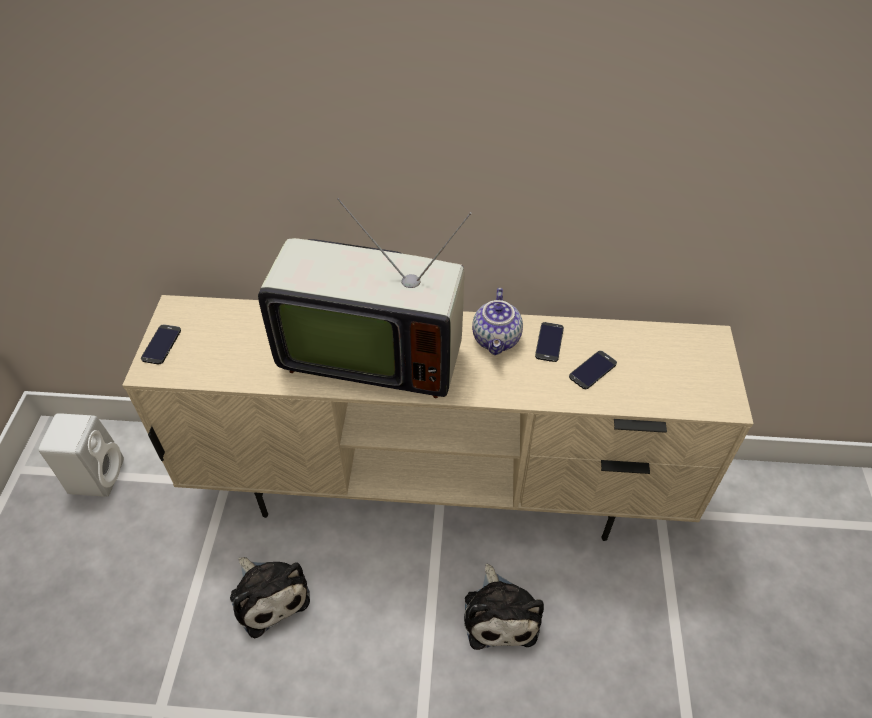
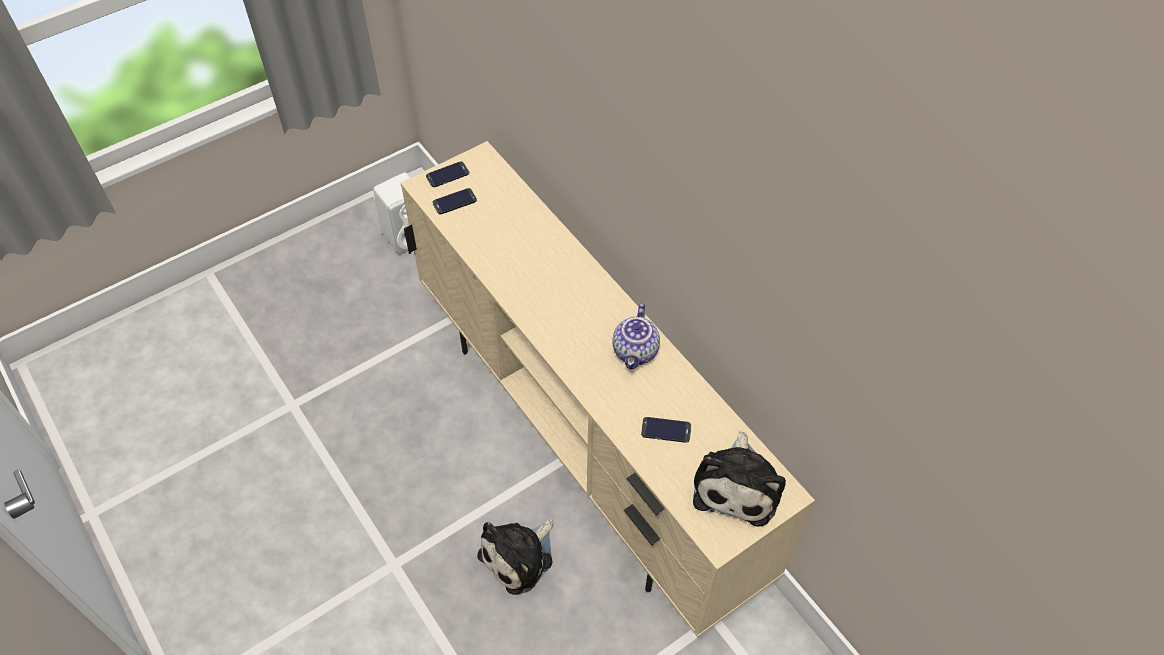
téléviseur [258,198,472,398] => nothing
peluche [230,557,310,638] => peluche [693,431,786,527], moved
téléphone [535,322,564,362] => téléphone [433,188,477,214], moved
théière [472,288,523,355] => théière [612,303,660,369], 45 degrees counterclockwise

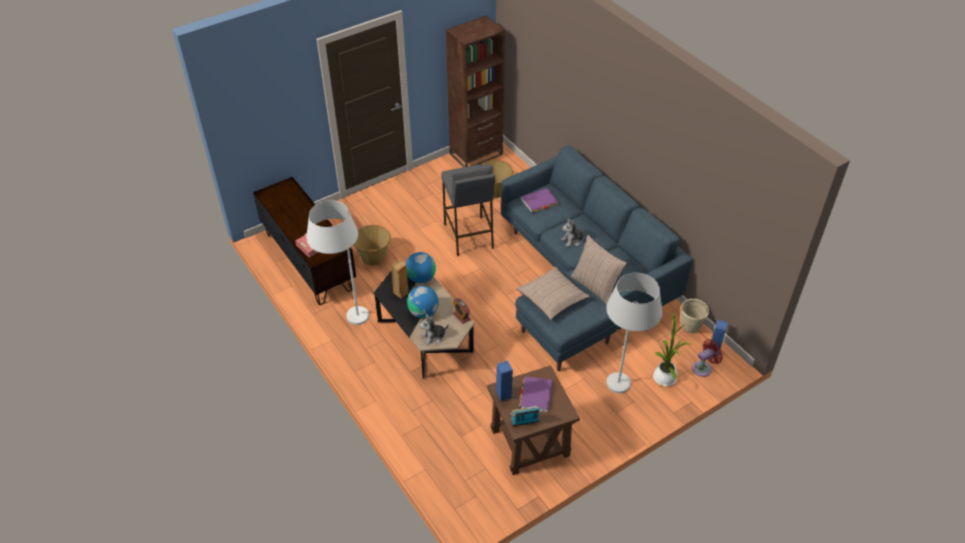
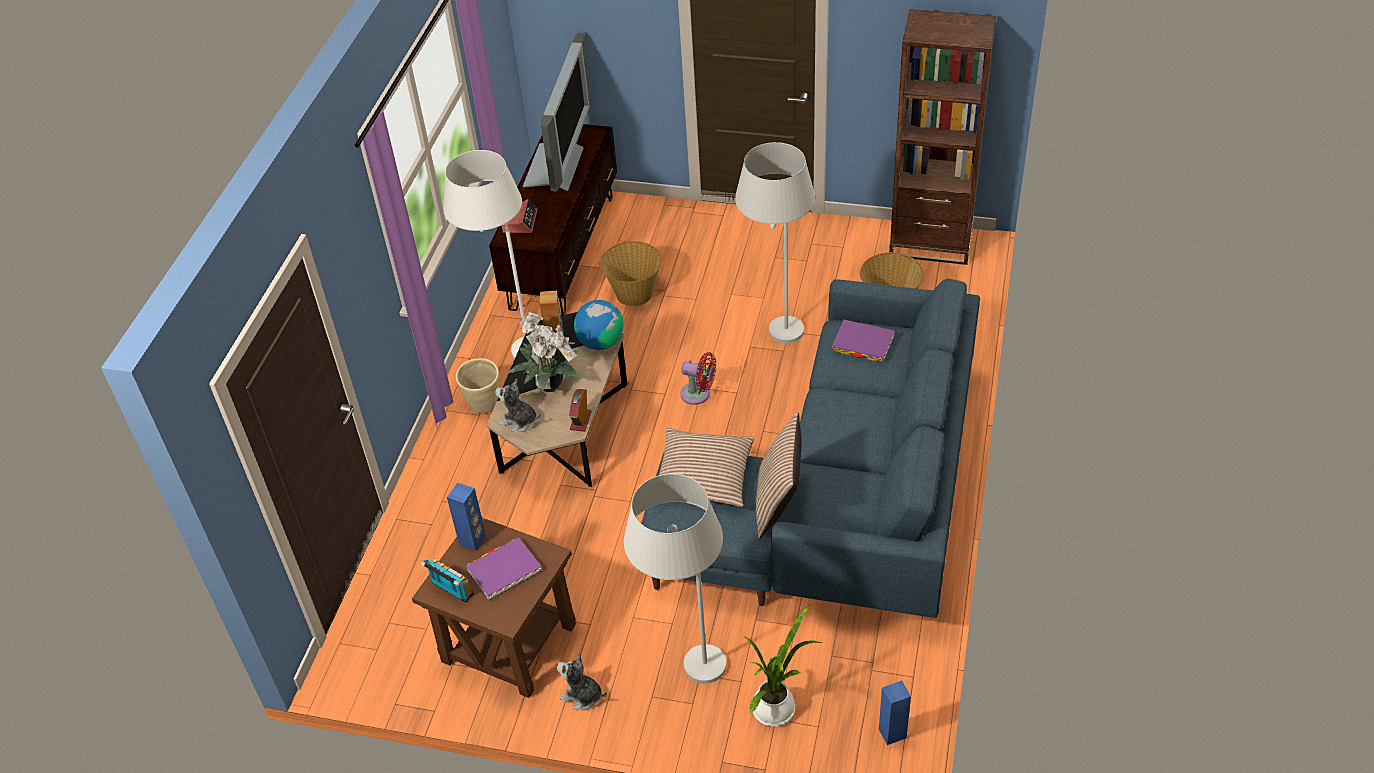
nothing => téléviseur [523,33,592,191]
peluche [561,217,587,247] => peluche [557,653,607,710], moved
cache-pot/beige [681,299,709,333] => cache-pot/beige [456,358,499,414], moved
ventilateur/rouge [692,339,723,377] => ventilateur/rouge [680,352,716,405], moved
globe [407,286,439,318] => plante en pot [507,312,580,392]
tabouret/gris [441,164,495,256] => lampadaire/blanc [735,142,815,343]

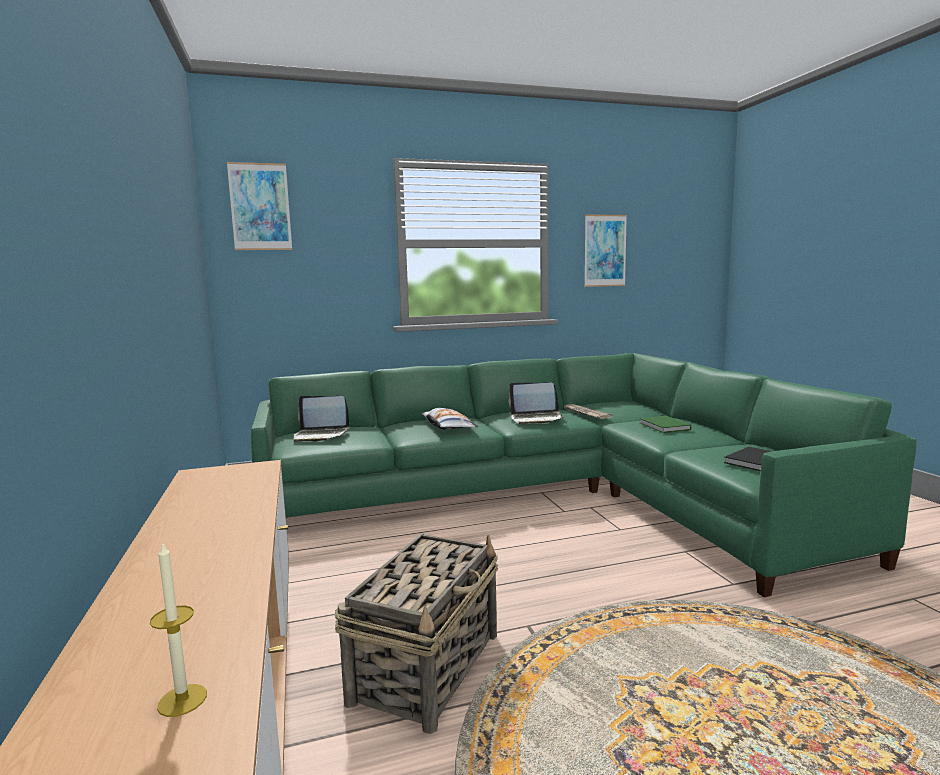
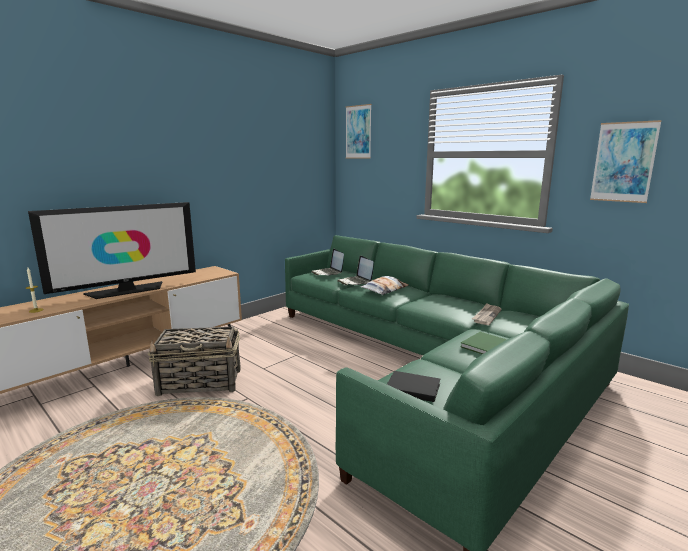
nothing => téléviseur [28,202,196,299]
ordinateur portable [509,382,564,424] => ordinateur portable [338,256,374,285], moved

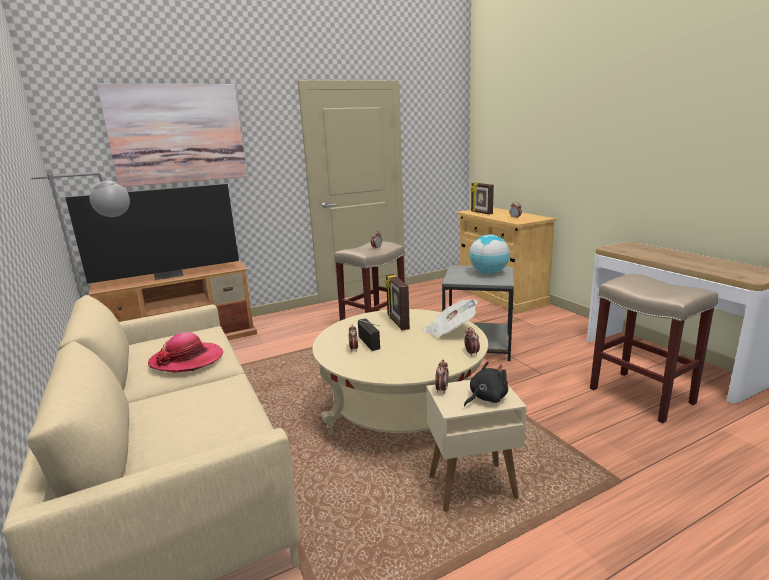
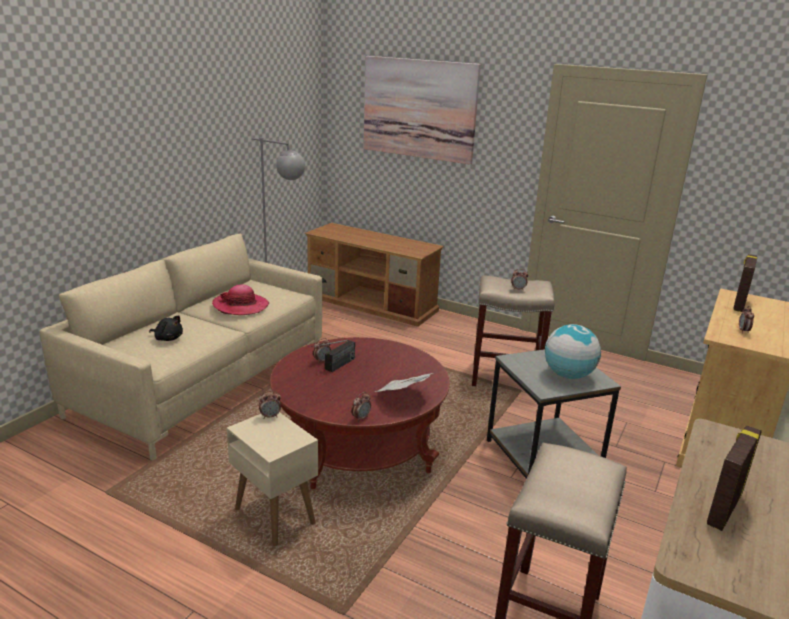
téléviseur [65,184,239,284] => nothing
cadre photo [385,274,410,330] => cadre photo [707,426,762,531], moved
peluche/noir [464,361,508,406] => peluche/noir [149,315,183,341], moved
table basse/beige [312,309,488,435] => table basse/rouge [270,337,450,489]

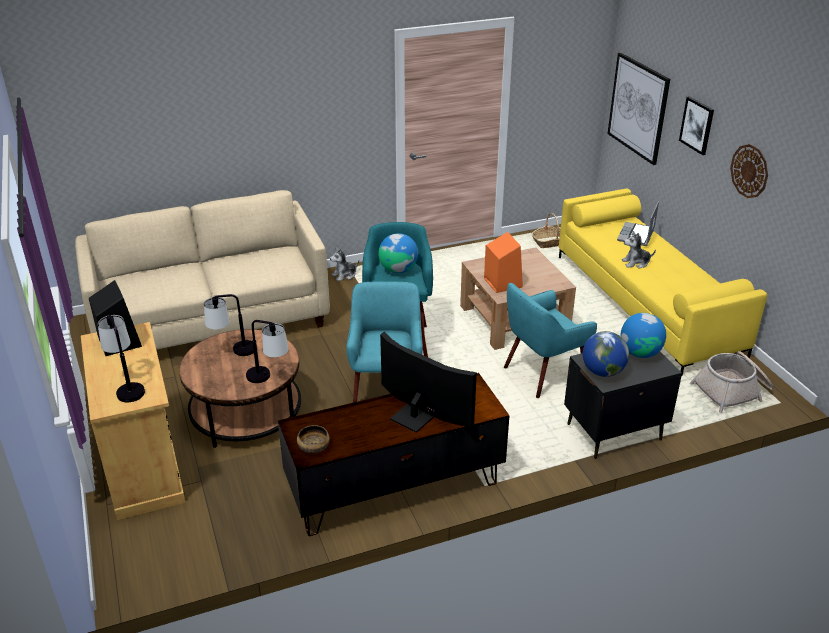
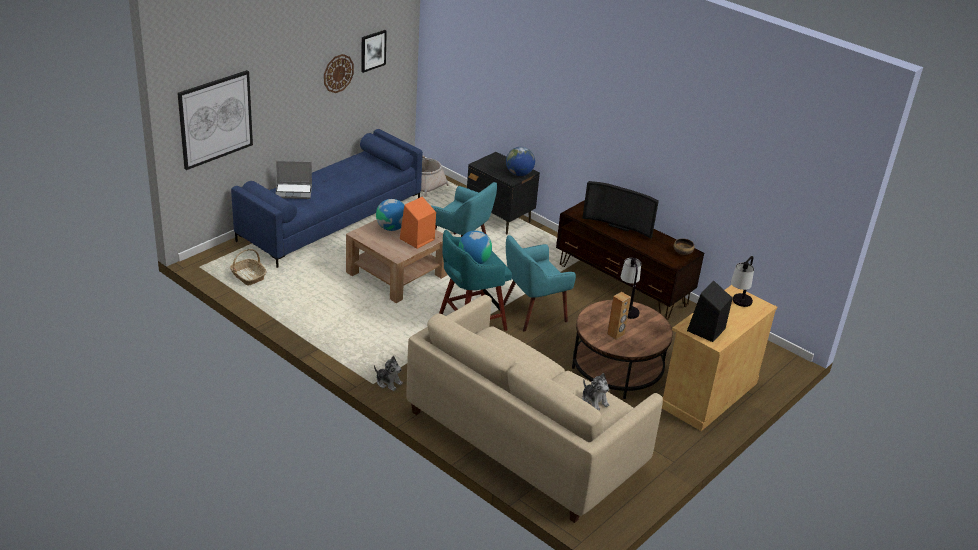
globe [621,313,666,358] => globe [376,199,404,231], moved
peluche [622,231,656,269] => peluche [582,373,609,411], moved
tableau [679,96,714,155] => tableau [361,30,387,73], moved
lampe de table [204,294,254,356] => enceinte/marron [607,292,631,340]
canapé/jaune [559,189,767,376] => canapé/bleu [231,129,423,268]
téléviseur [380,332,477,433] => téléviseur [582,181,659,239], 75 degrees counterclockwise

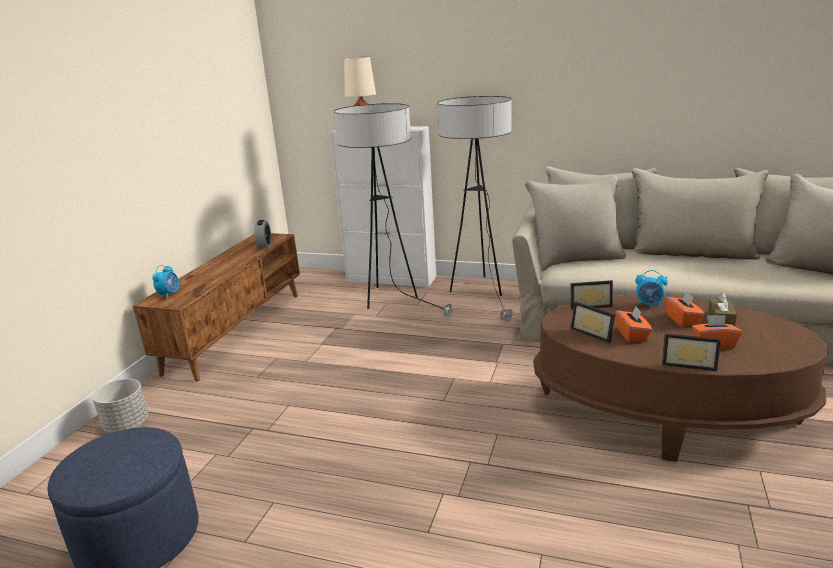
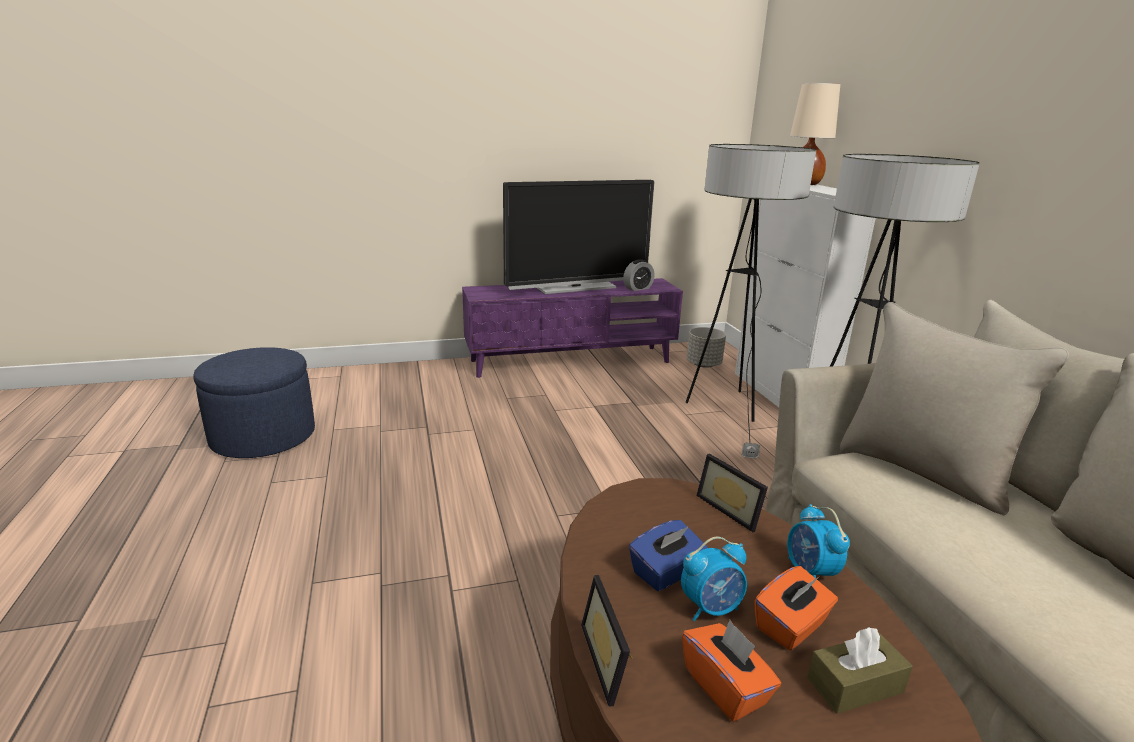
cadre photo [571,301,615,343] => nothing
nothing => téléviseur [503,180,654,294]
cache-pot/gris [92,379,148,433] => cache-pot/gris [687,327,726,368], moved
réveil [152,265,179,299] => réveil [681,537,747,621], moved
meuble télé/marron [133,233,300,382] => meuble télé/violet [462,278,683,378]
boîte à mouchoirs/orange [615,306,652,343] => boîte à mouchoirs/bleu [629,520,708,591]

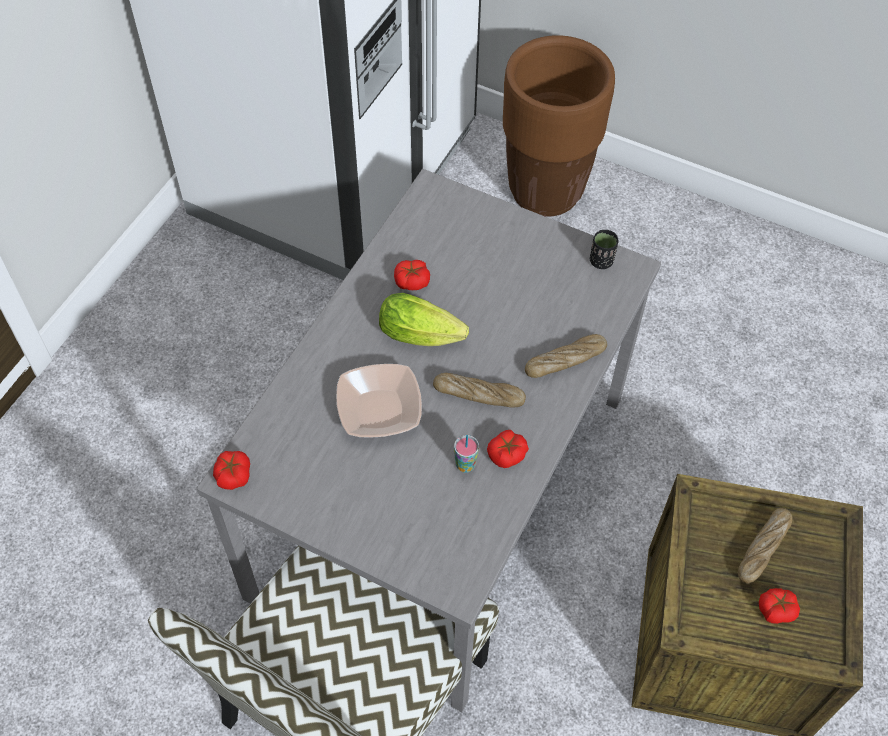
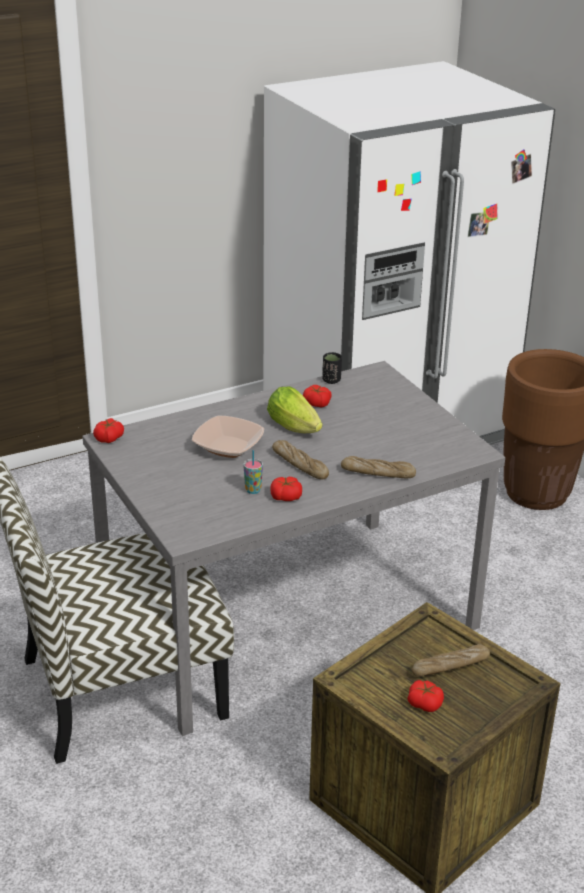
tasse/noir [590,230,619,269] => tasse/noir [322,352,342,384], moved

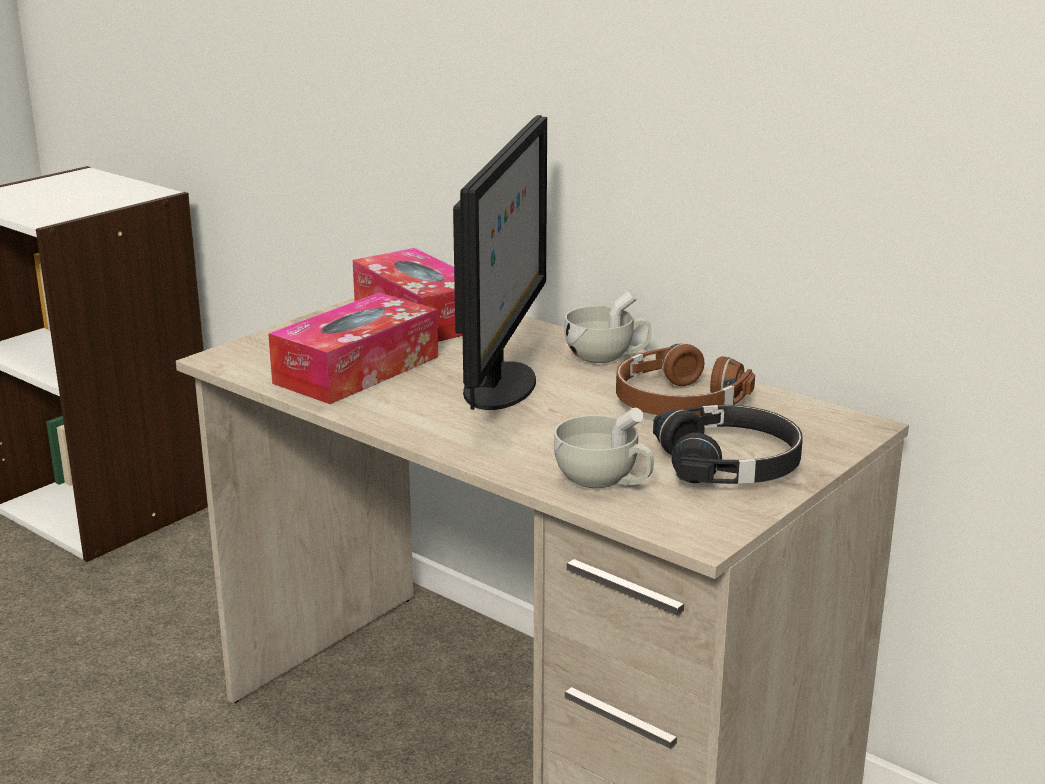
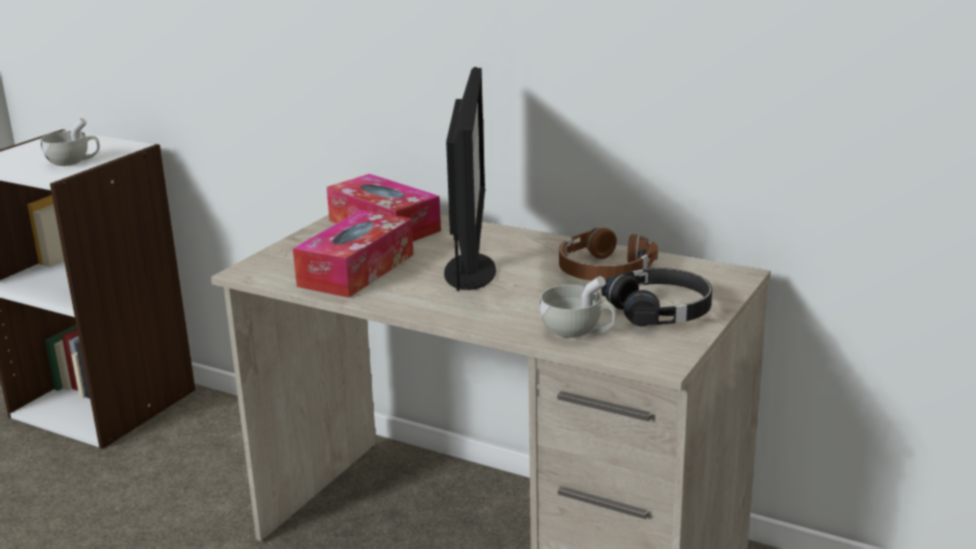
tasse/blanc [564,290,652,363] => tasse/blanc [40,118,100,166], moved

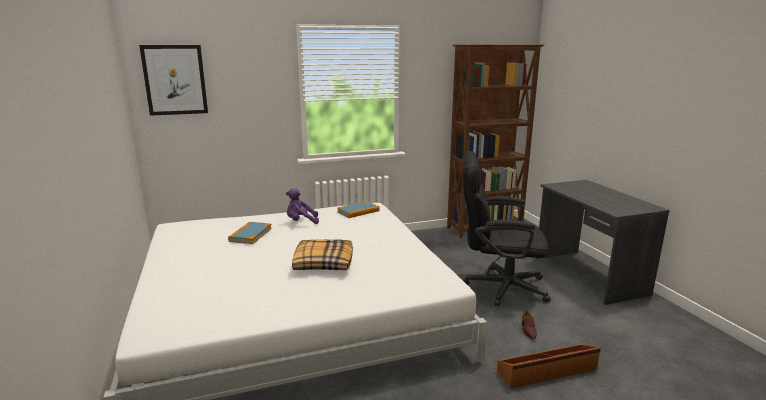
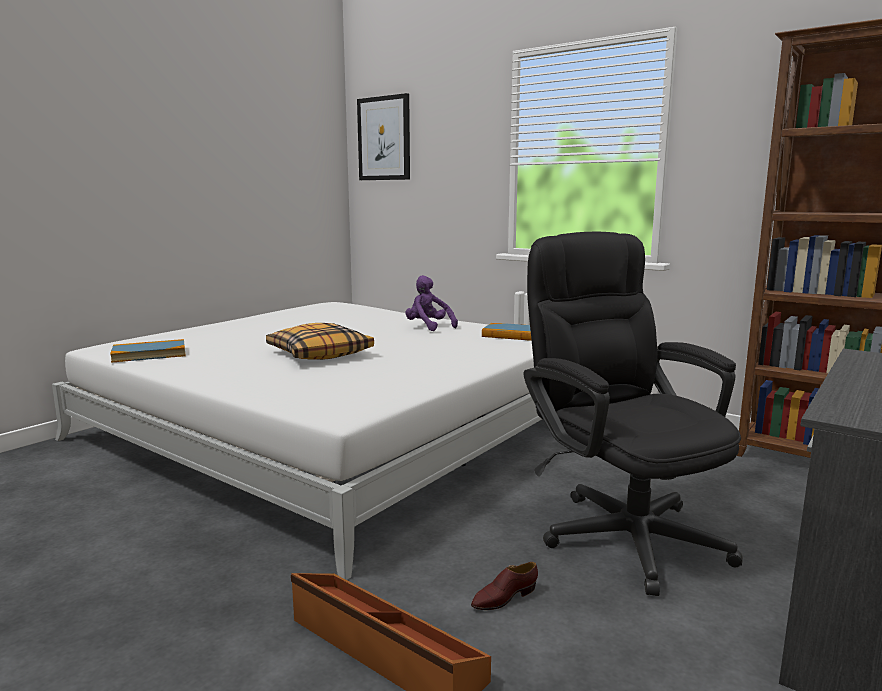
livre [228,222,272,244] => livre [110,339,186,363], moved

